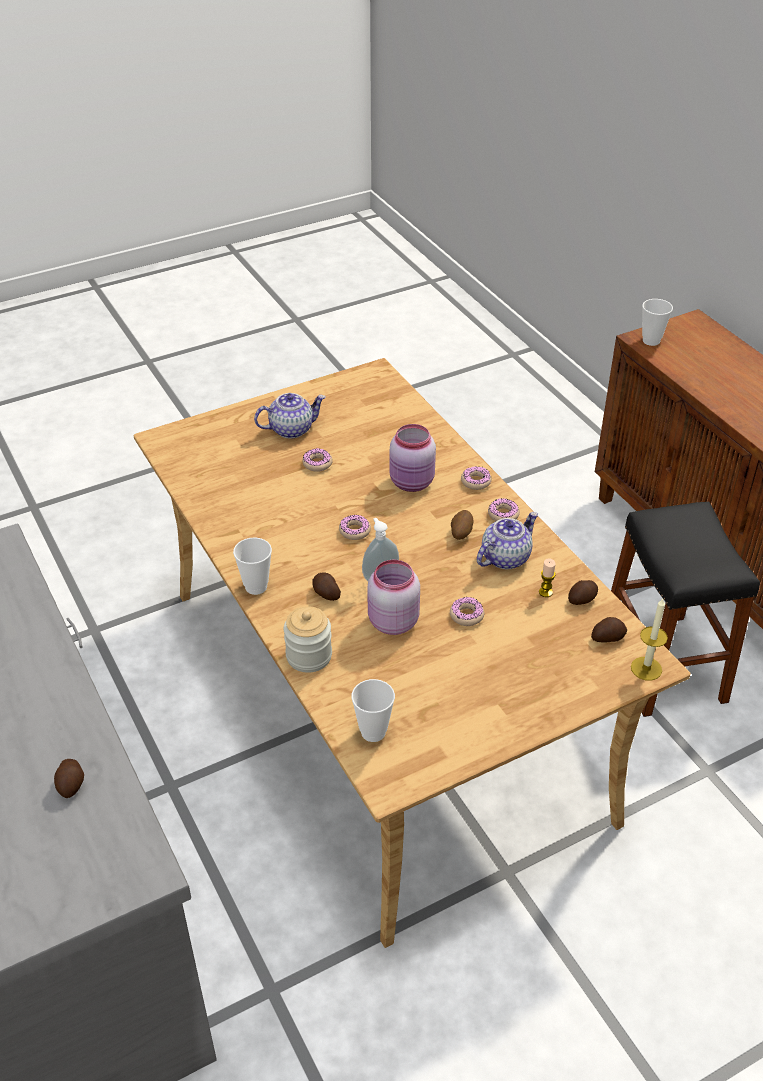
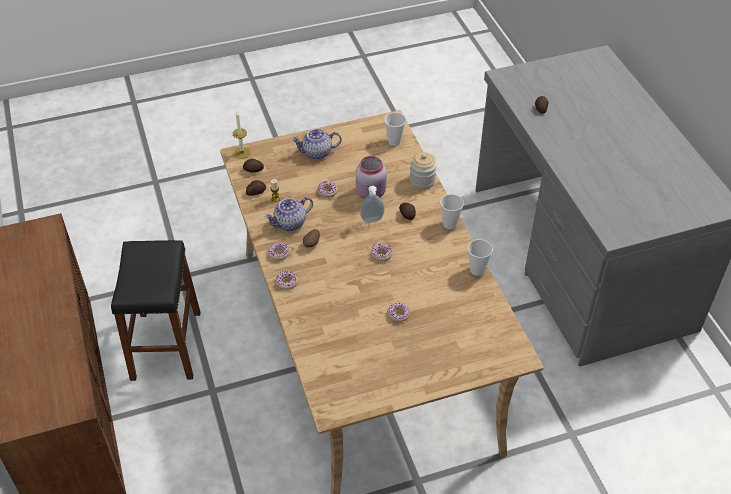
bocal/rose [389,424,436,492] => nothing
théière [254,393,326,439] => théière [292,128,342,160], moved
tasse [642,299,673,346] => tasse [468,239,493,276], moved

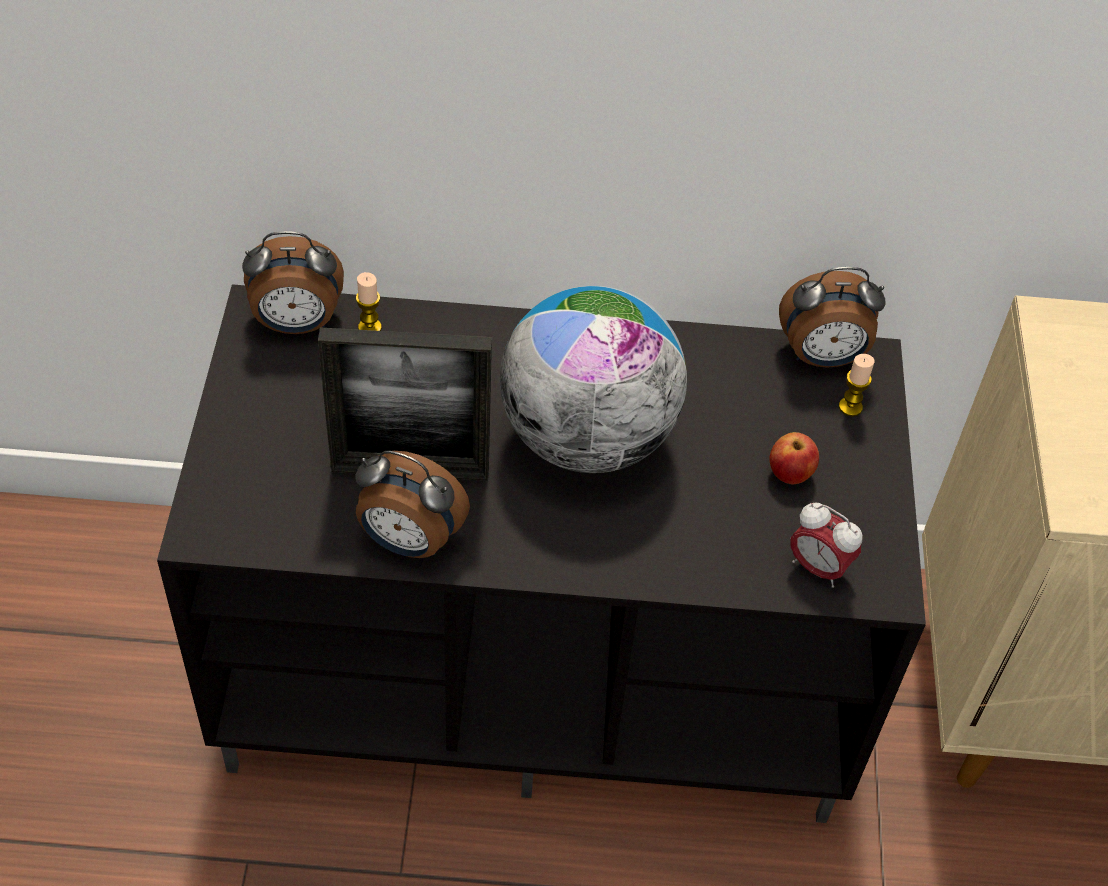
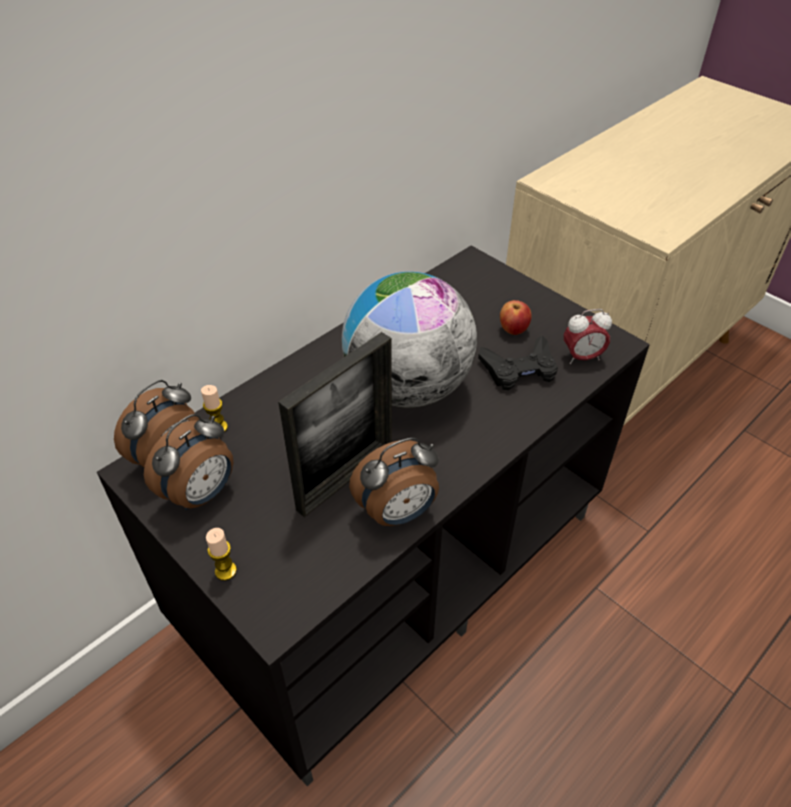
nothing => manette/noir [478,336,558,390]
réveil [779,267,886,368] => réveil [144,414,233,510], moved
bougie [839,354,874,417] => bougie [206,528,237,581], moved

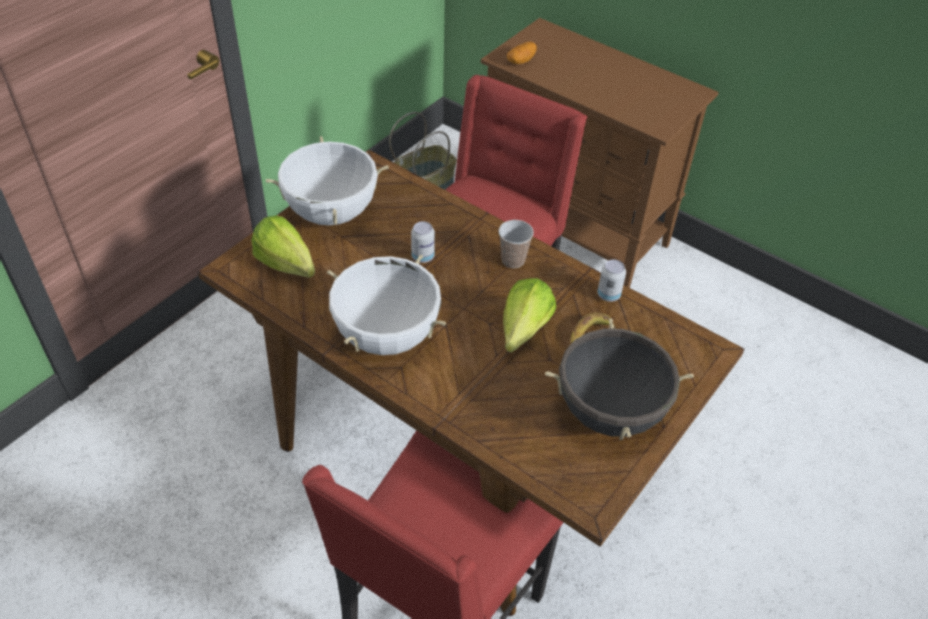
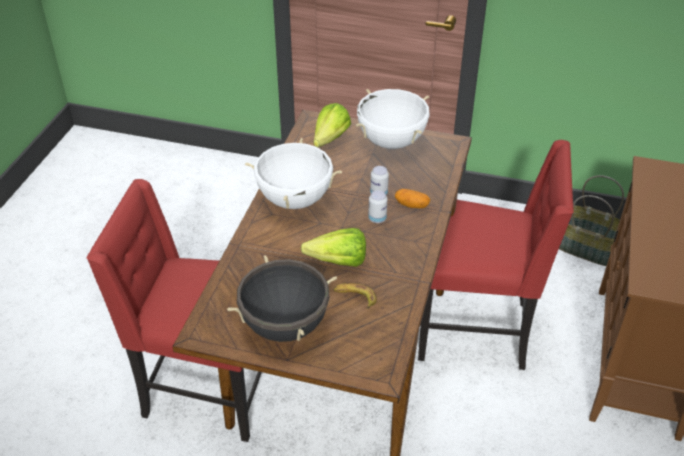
tasse [499,220,534,268] => nothing
pomme de terre [507,42,537,64] => pomme de terre [395,189,430,208], moved
boîte métallique [597,259,626,302] => boîte métallique [368,190,387,223], moved

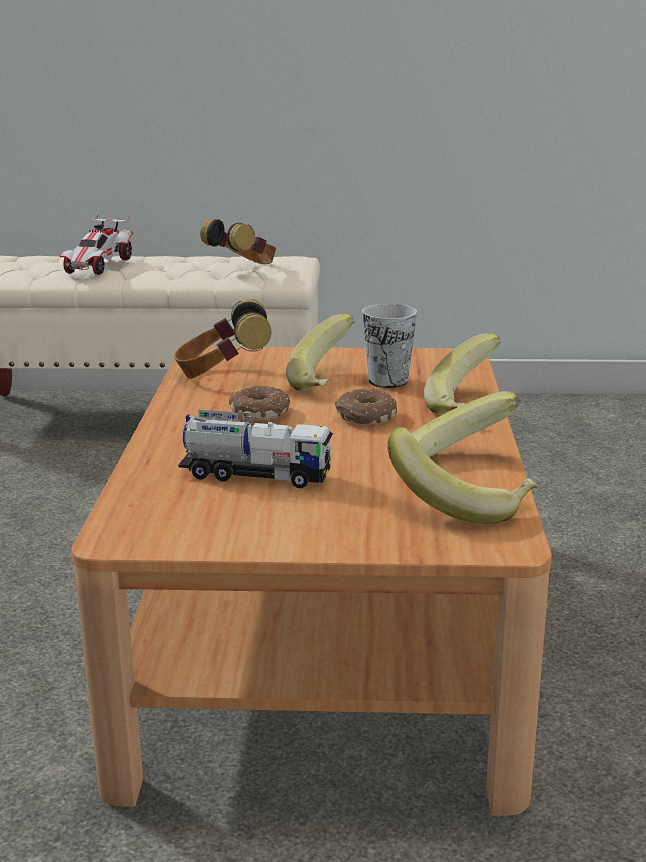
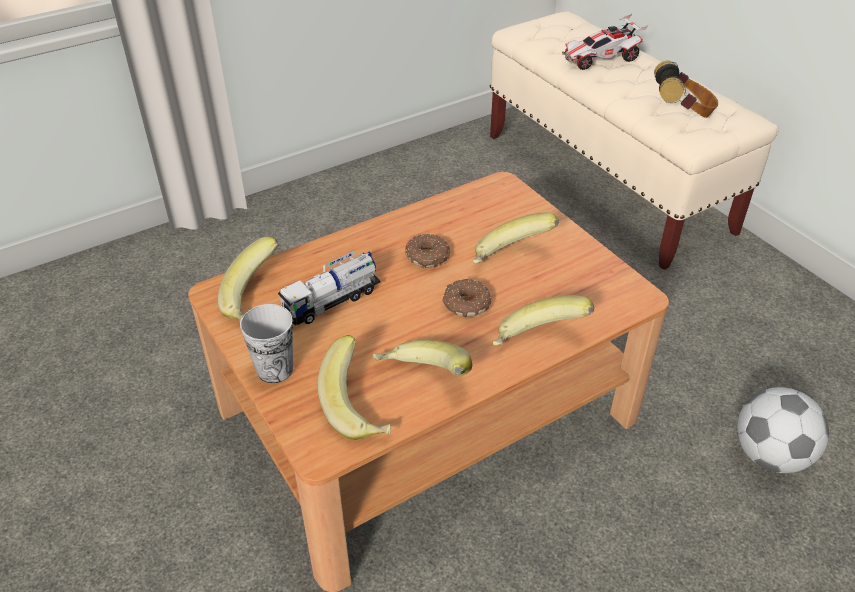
casque audio [174,299,272,379] => nothing
nothing => banane [218,237,279,322]
nothing => ballon de foot [737,387,829,473]
tasse [362,304,417,388] => tasse [240,304,293,384], moved
camion jouet [179,410,333,488] => camion jouet [278,250,381,326], 75 degrees clockwise

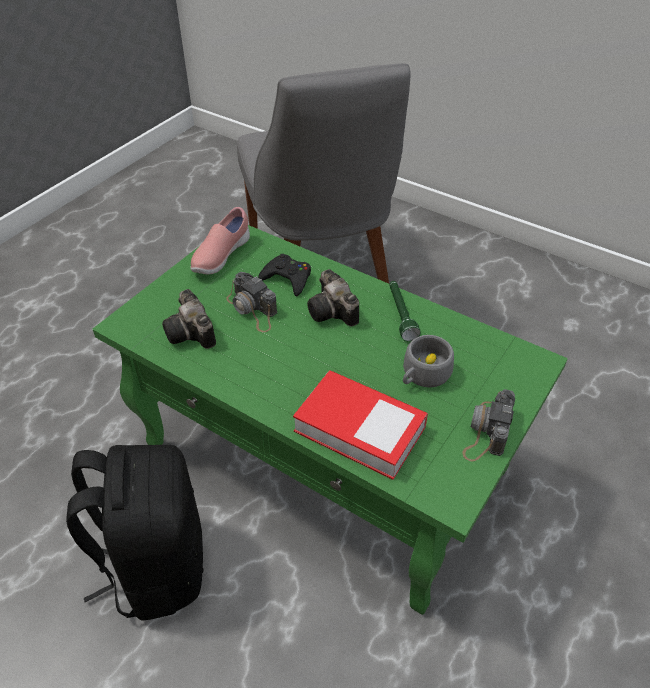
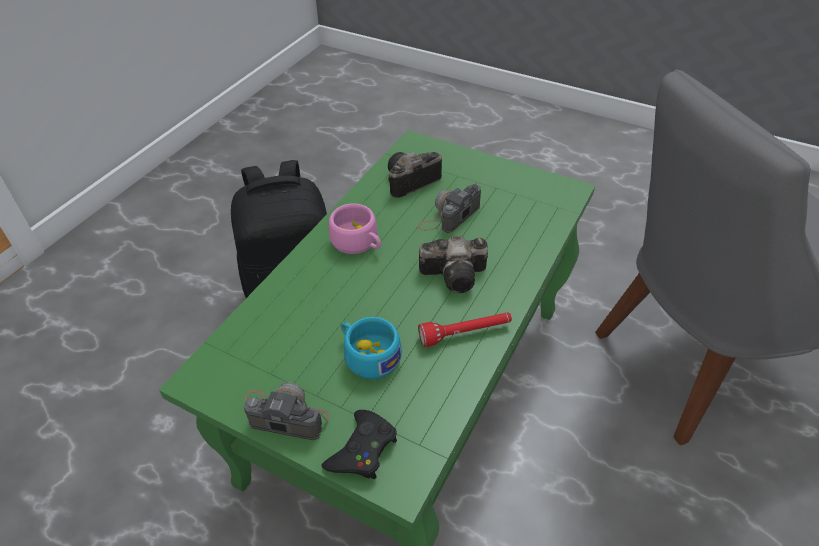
chaussure/rose [190,207,250,274] => nothing
livre [293,370,428,480] => nothing
nothing => tasse/rose [329,203,381,254]
manette/noir [258,254,311,296] => manette/noir [321,410,397,479], moved
lampe de poche/vert [389,281,421,341] => lampe de poche/rouge [418,312,512,347]
tasse/gris [403,335,454,388] => tasse/turquoise [341,317,402,379]
appareil photo [307,269,359,327] => appareil photo [419,236,488,293], 150 degrees counterclockwise

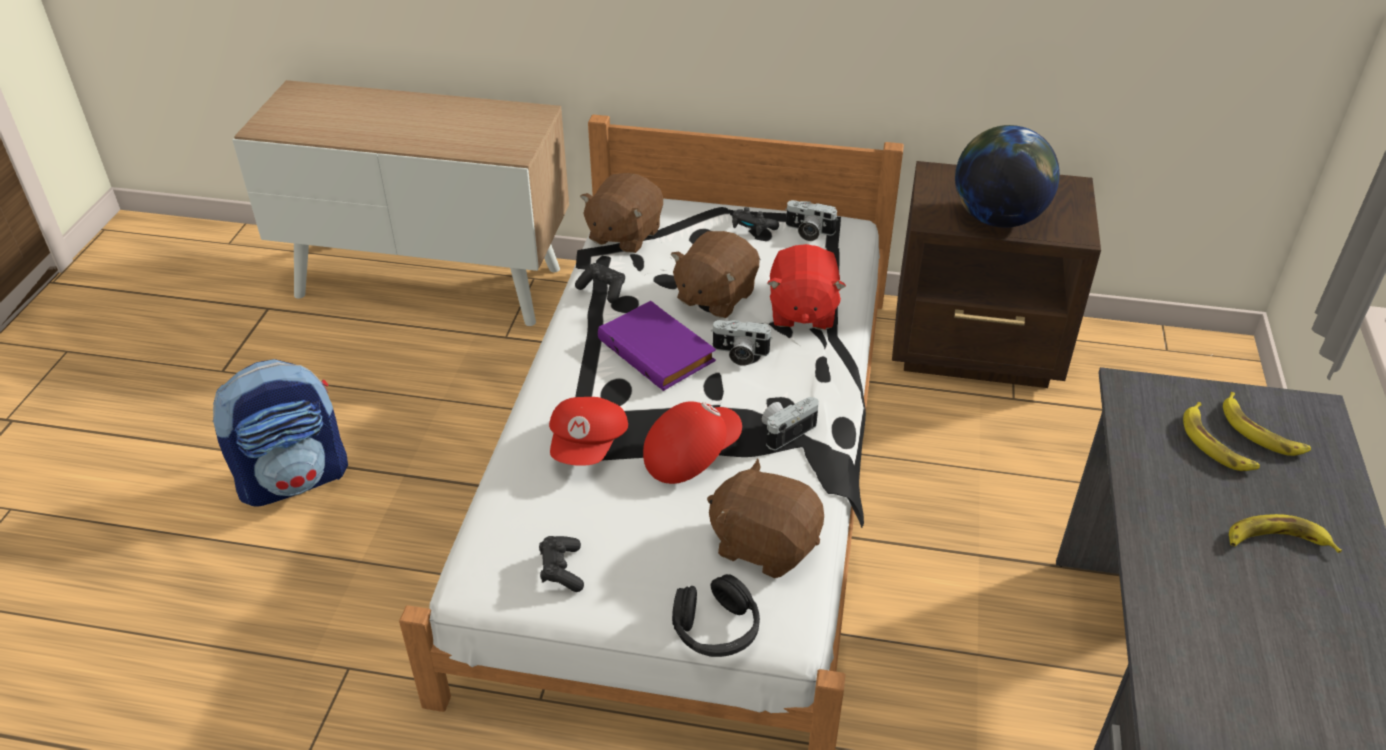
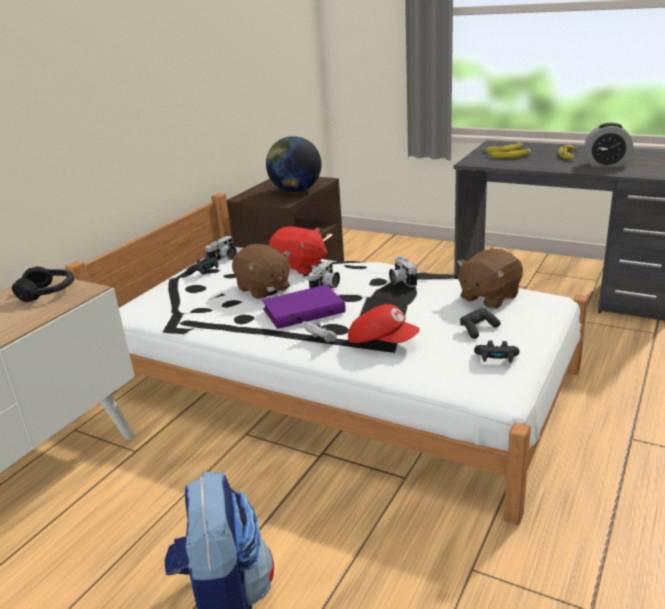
peluche/marron [580,173,663,253] => nothing
casquette/rouge [643,402,742,484] => nothing
nothing => manette/blanc [301,321,337,343]
nothing => réveil [584,123,633,167]
manette/noir [575,263,625,304] => manette/noir [460,308,501,339], moved
casque audio/noir [672,574,760,657] => casque audio/noir [12,266,74,302], moved

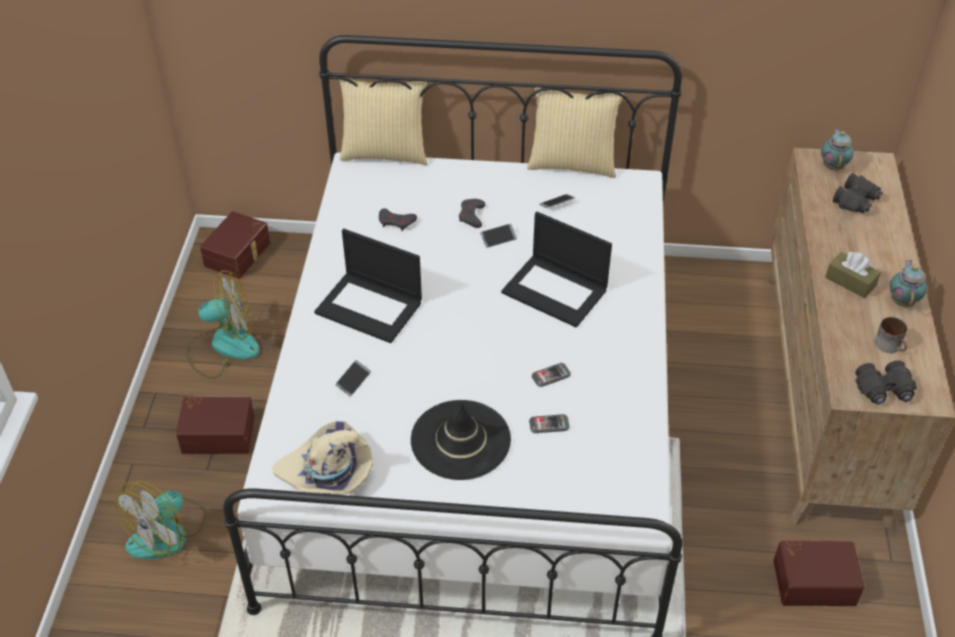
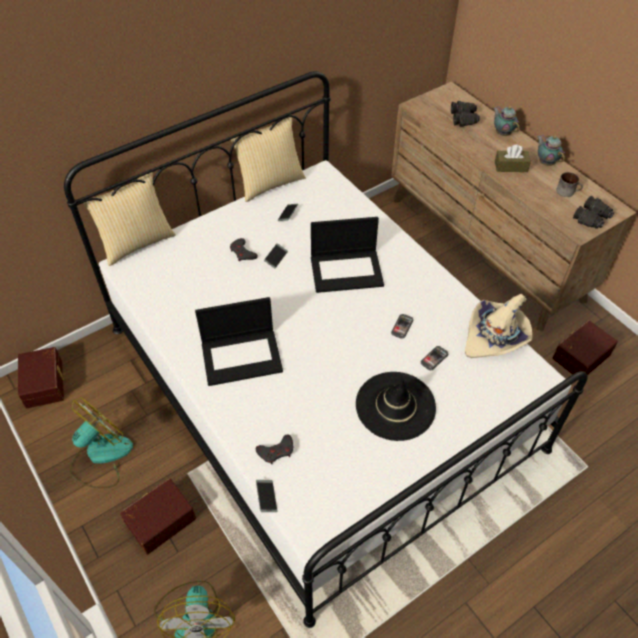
chapeau/beige [272,421,373,494] => chapeau/beige [465,294,533,358], moved
téléphone [335,360,371,397] => téléphone [256,480,277,512], moved
manette/gris [379,208,417,231] => manette/gris [256,434,293,464], moved
théière [821,128,854,170] => théière [493,106,520,136], moved

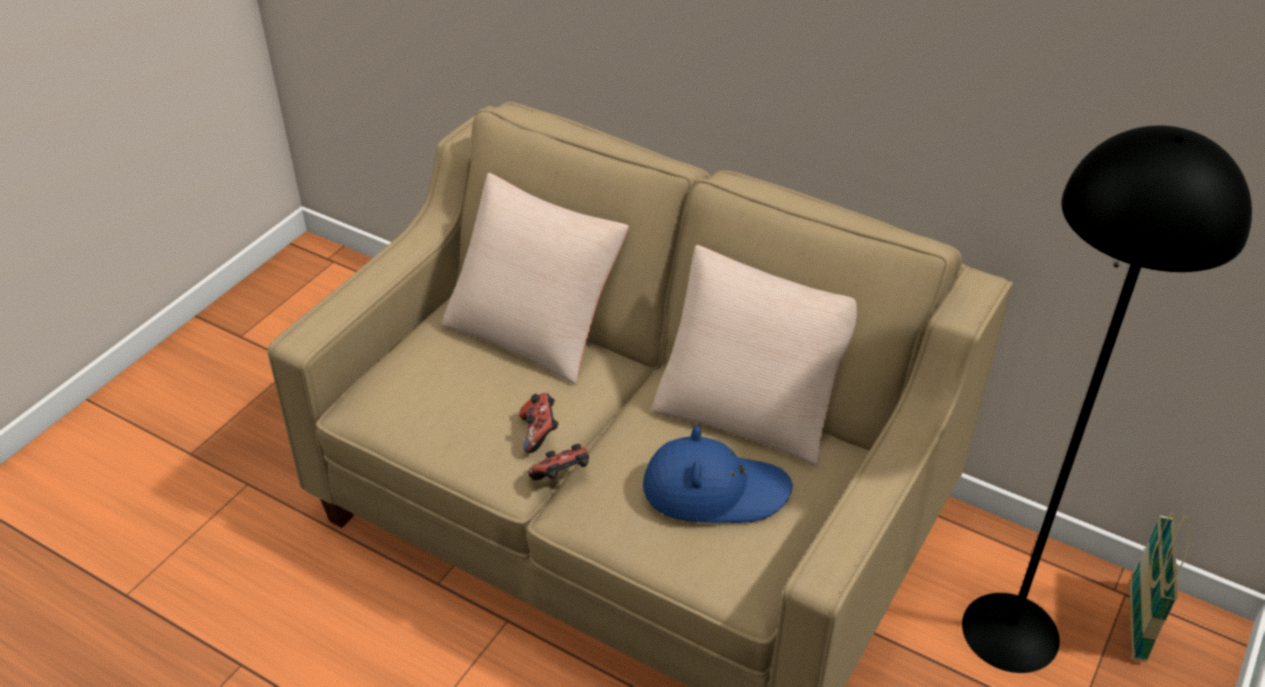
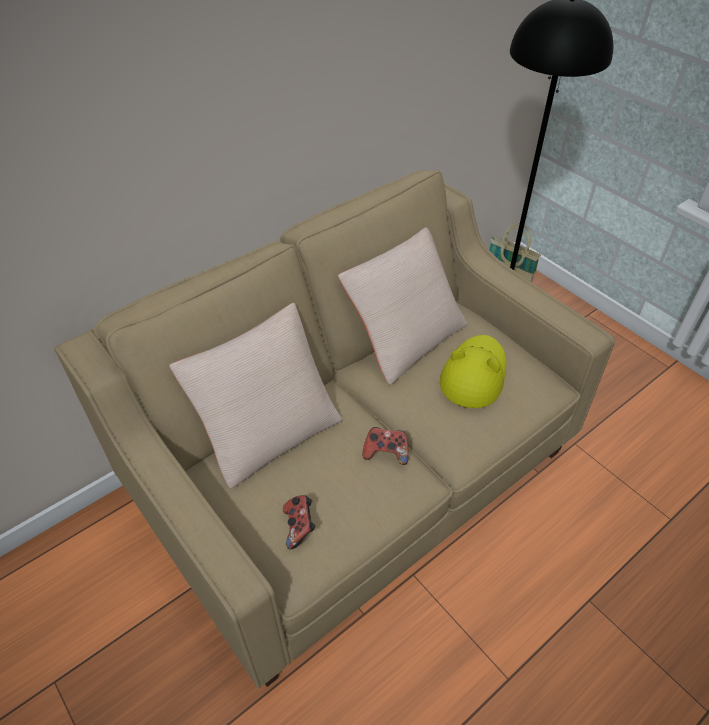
manette [528,444,589,480] => manette [283,495,315,550], moved
chapeau/bleu [643,425,793,523] => chapeau/jaune [440,335,506,408]

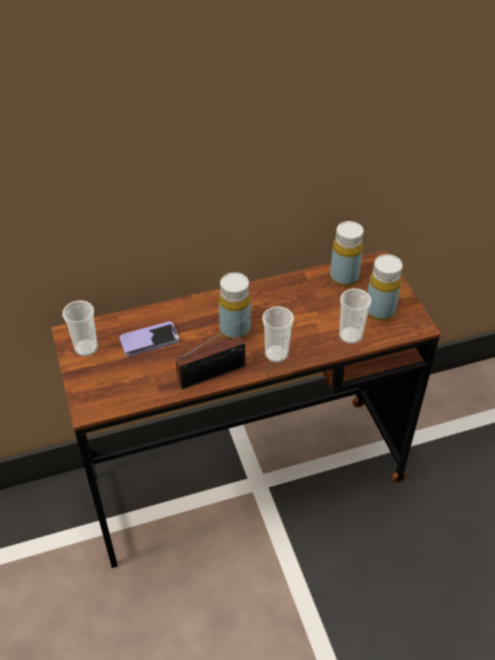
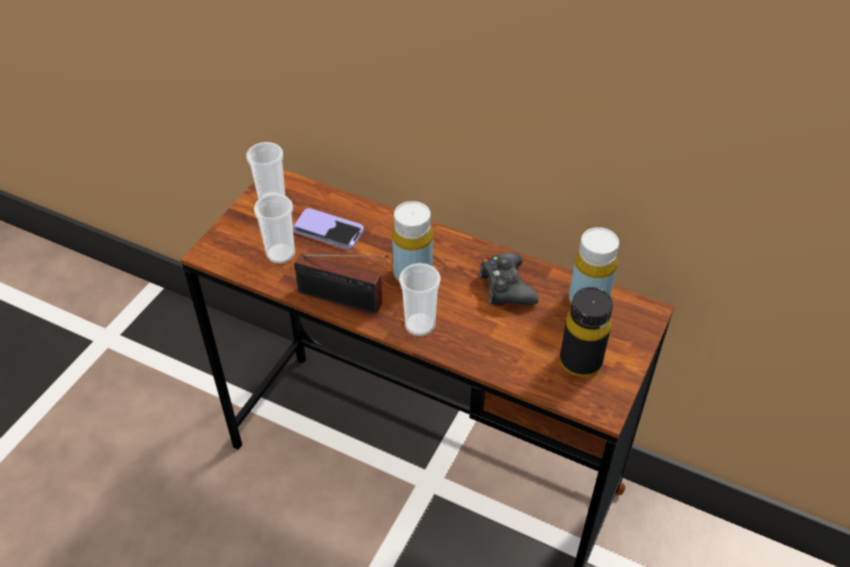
nothing => manette/noir [478,252,539,306]
tasse [339,288,371,344] => tasse [254,193,295,264], moved
bouteille/jaune [368,254,403,321] => bouteille/noir [560,287,613,377]

